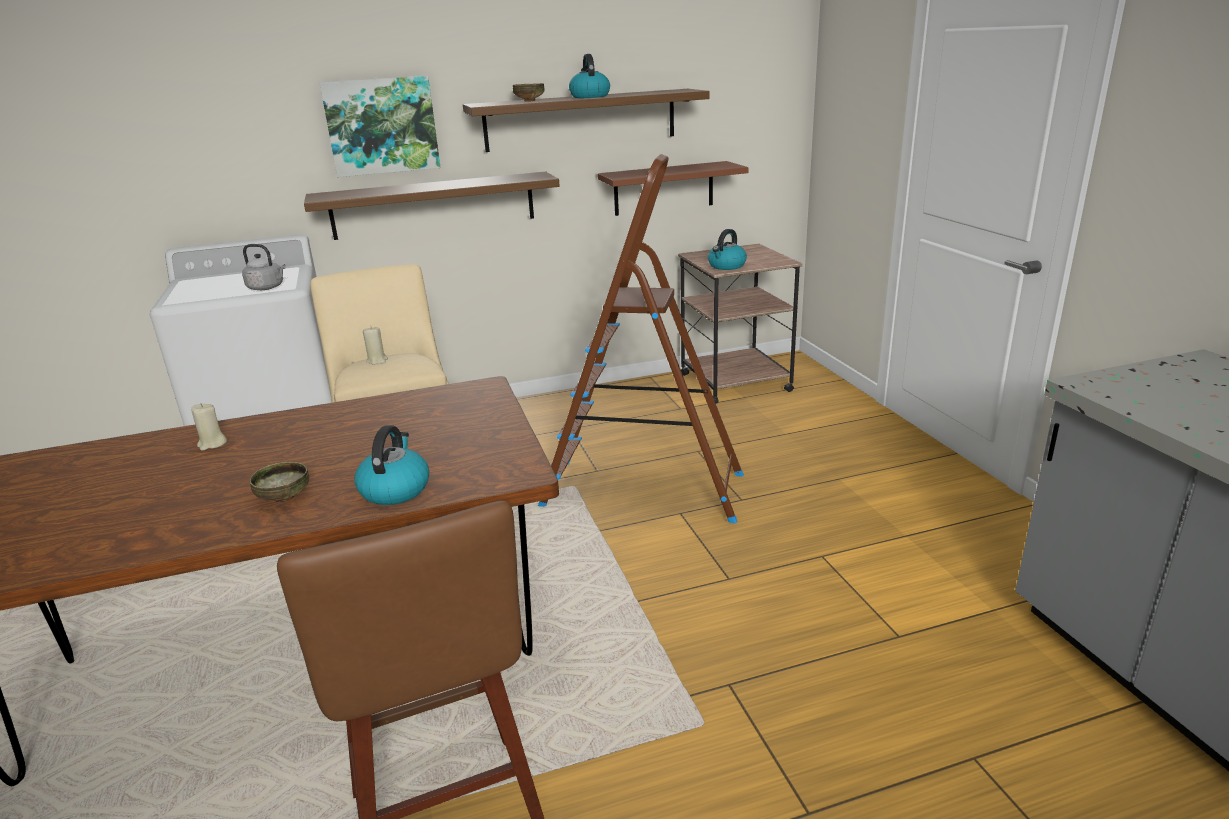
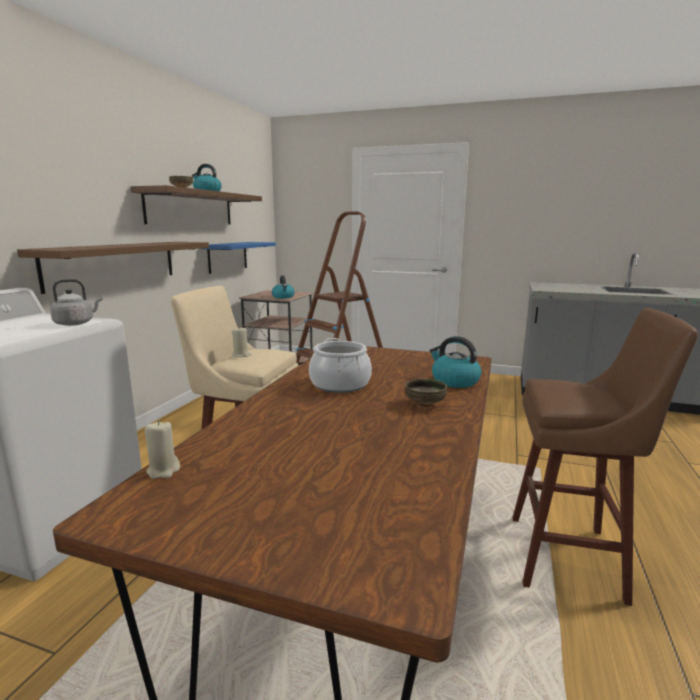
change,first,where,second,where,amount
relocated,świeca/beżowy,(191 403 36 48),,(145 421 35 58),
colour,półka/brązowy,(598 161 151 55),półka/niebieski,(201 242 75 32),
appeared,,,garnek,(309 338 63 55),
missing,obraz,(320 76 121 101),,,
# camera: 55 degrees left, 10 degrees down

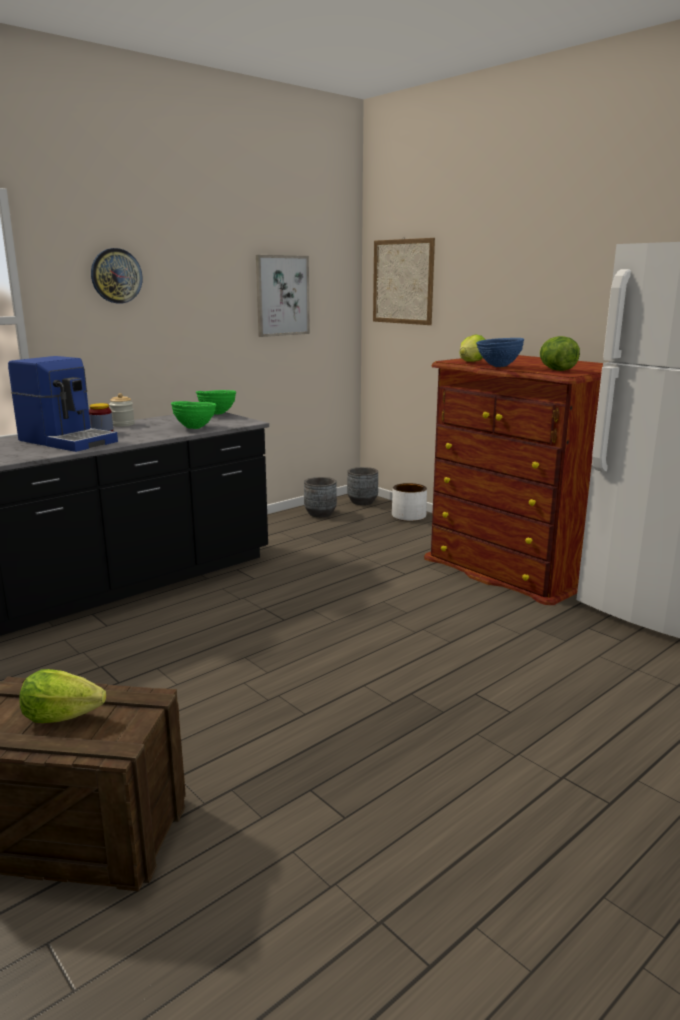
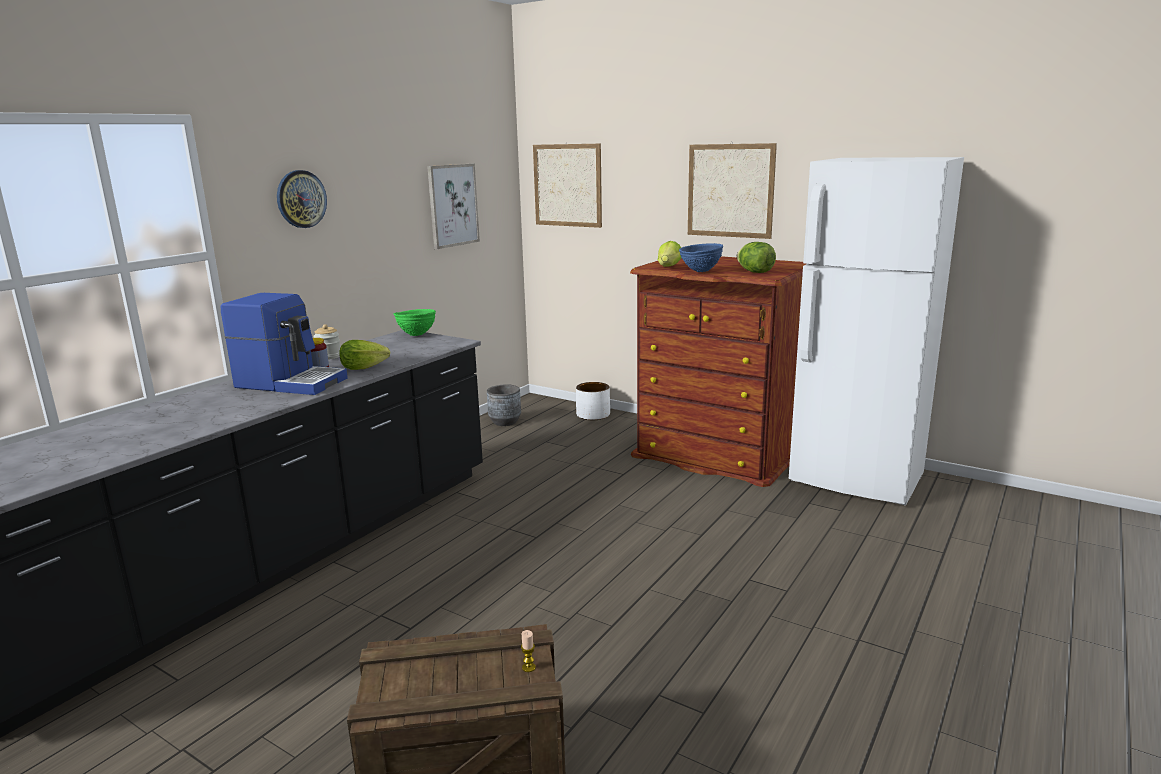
change,first,where,second,where,amount
relocated,sałata,(19 669 87 54),,(339 340 51 30),
appeared,,,świeca,(521 630 15 42),
appeared,,,obraz,(688 141 89 98),
missing,miska/zielony,(171 401 45 28),,,
missing,donica/szary,(347 467 31 38),,,
# camera: 15 degrees left, 0 degrees up

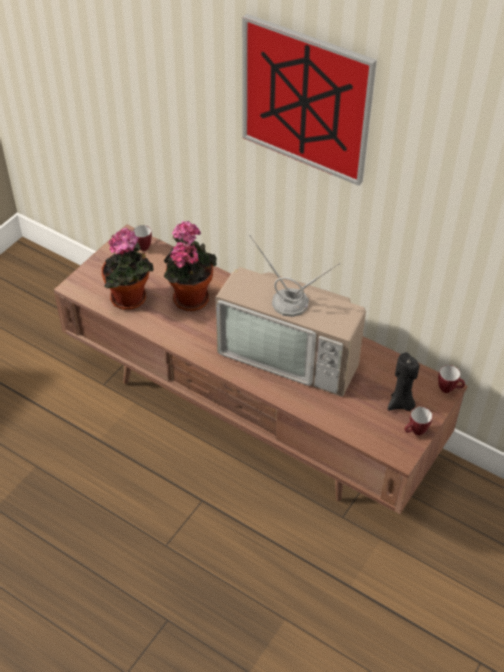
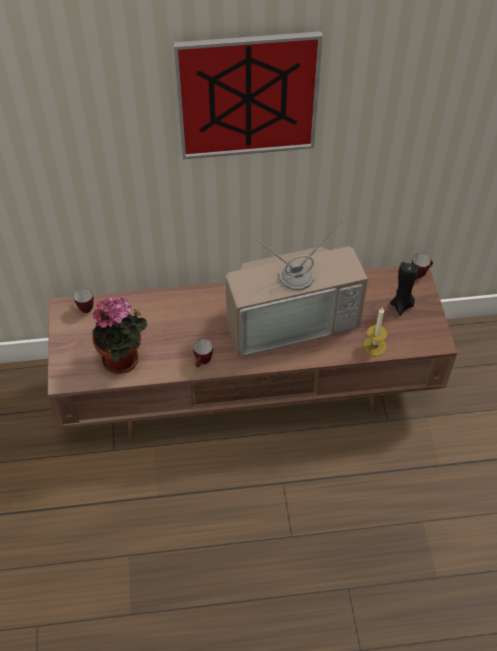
change,first,where,second,where,amount
relocated,kubek,(404 407 29 28),,(193 339 20 28),
appeared,,,świeca,(363 308 25 48),
missing,roślina doniczkowa,(164 221 53 90),,,
# camera: 40 degrees left, 5 degrees up

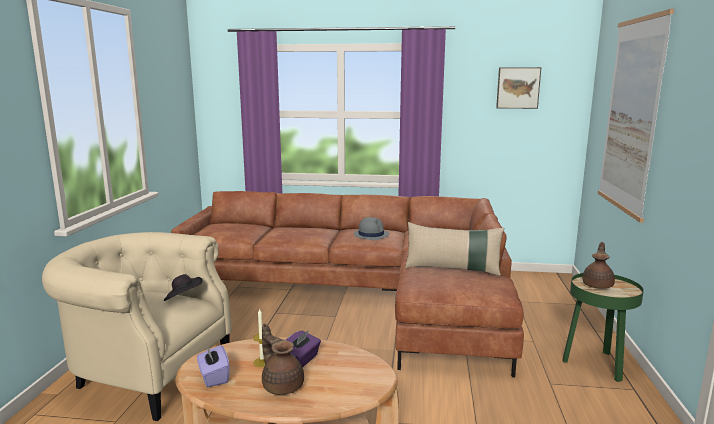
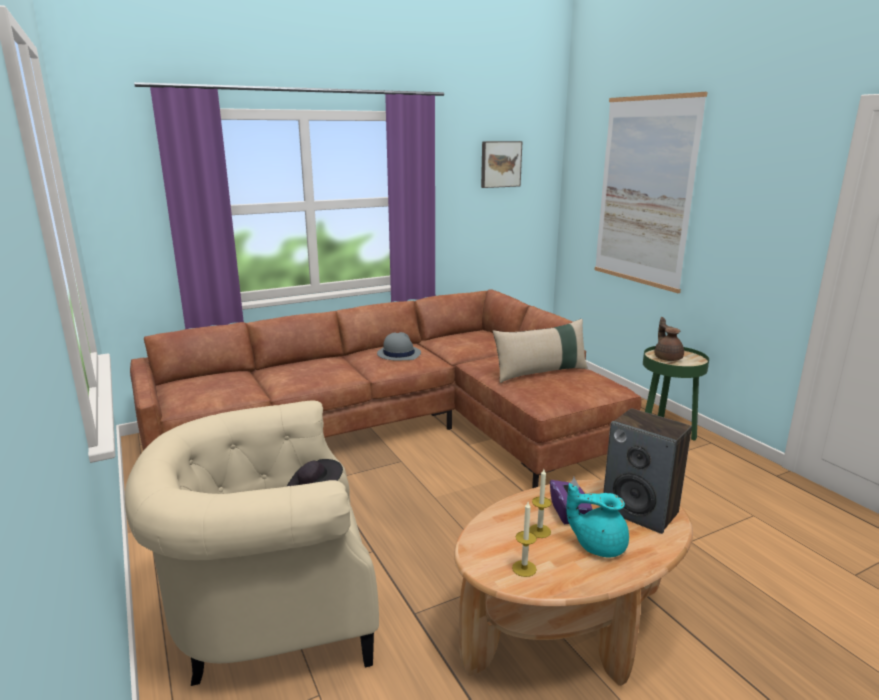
change,first,where,second,where,amount
exchanged,pudełko chusteczek/fioletowy,(197 345 33 42),świeca,(512 502 25 75),
colour,imbryk/brązowy,(262 324 42 71),imbryk/turkusowy,(566 483 63 74),
appeared,,,głośnik,(603 408 89 126),
# camera: 35 degrees left, 5 degrees up

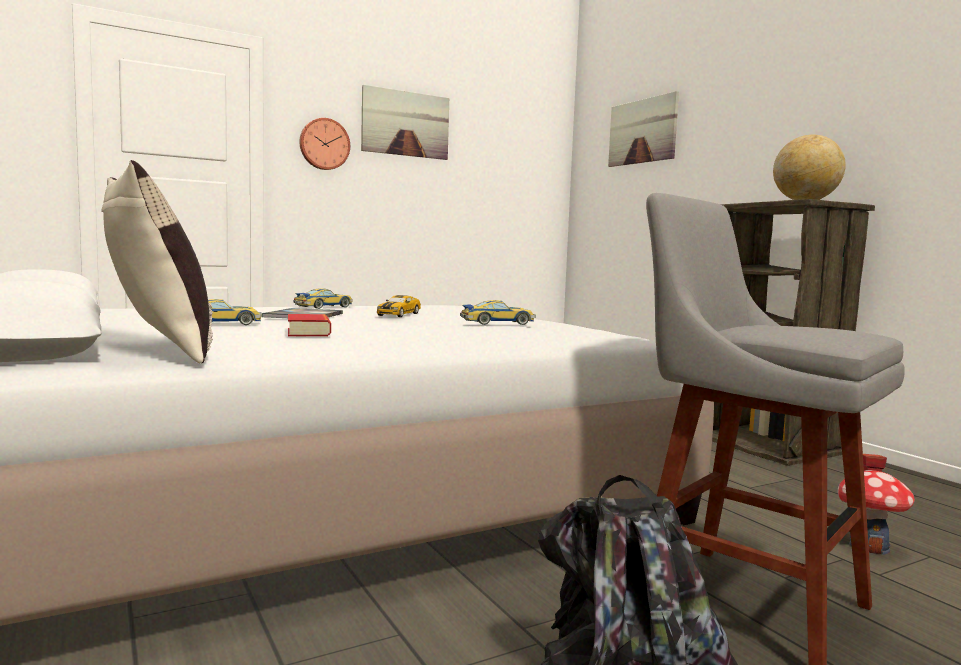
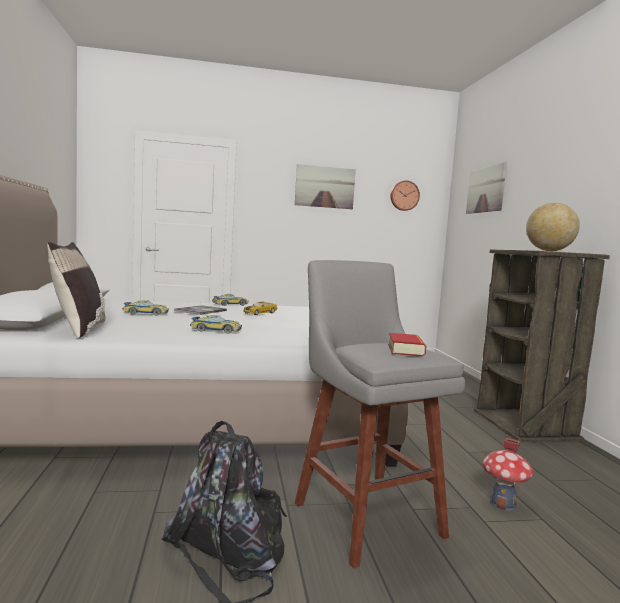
change,first,where,second,where,amount
relocated,samochodzik,(460 300 76 25),,(190 315 52 19),
relocated,książka,(288 314 43 23),,(388 333 38 23),
relocated,zegar ścienny,(299 118 51 52),,(391 180 29 31),
# camera: 20 degrees right, 0 degrees up

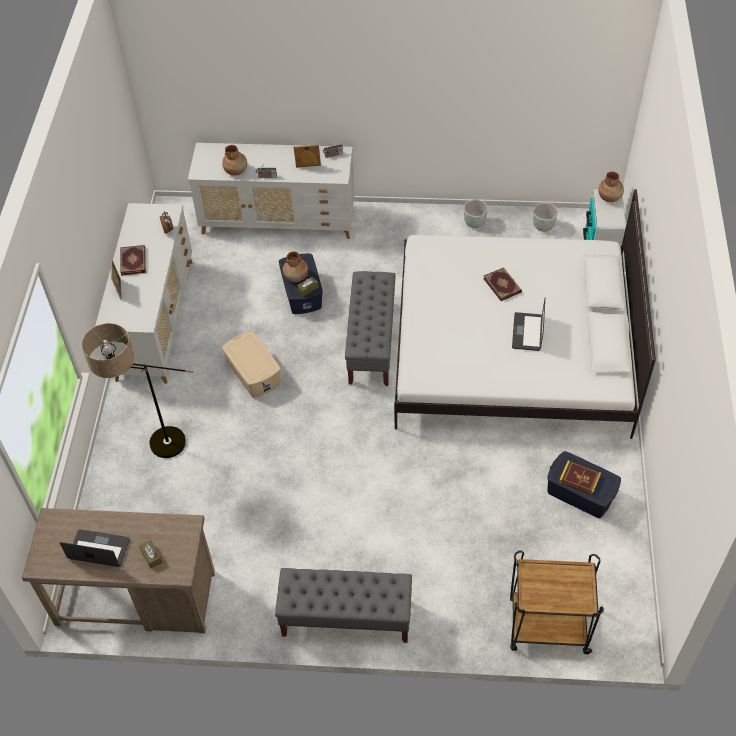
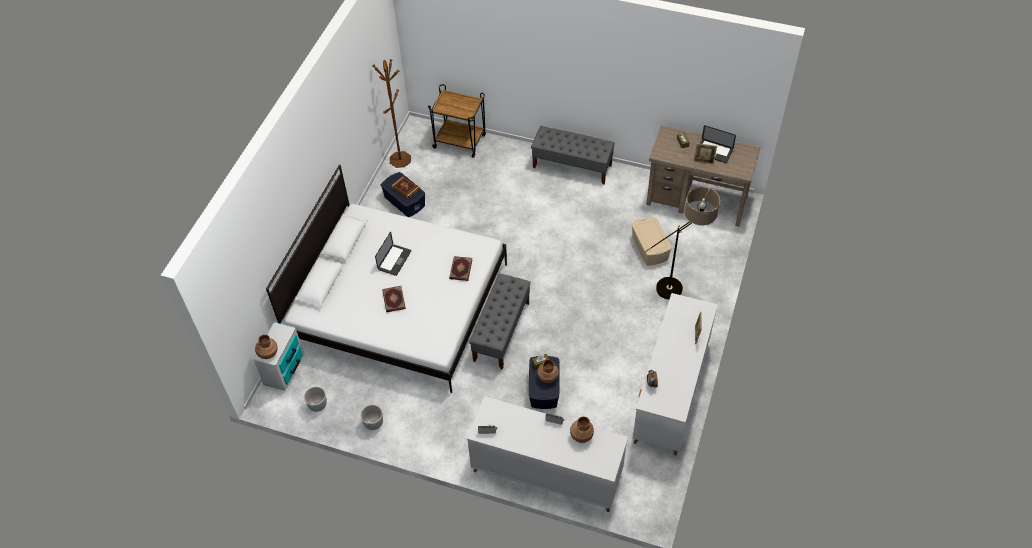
change,first,where,second,where,amount
appeared,,,wieszak/brązowy,(372 59 39 109),
relocated,książka,(120 245 26 31),,(449 256 23 25),
relocated,pojemnik do przechowywania/beżowy,(222 332 59 66),,(632 217 40 49),
relocated,ramka na zdjęcie,(293 144 28 24),,(694 143 23 21),
# camera: 165 degrees left, 0 degrees up

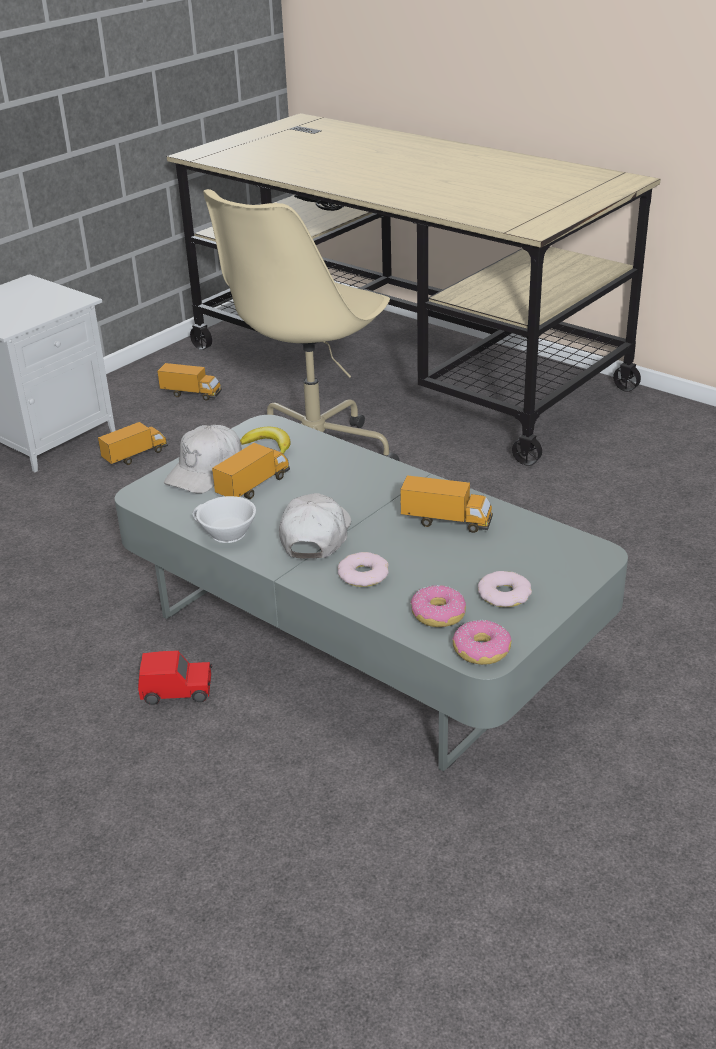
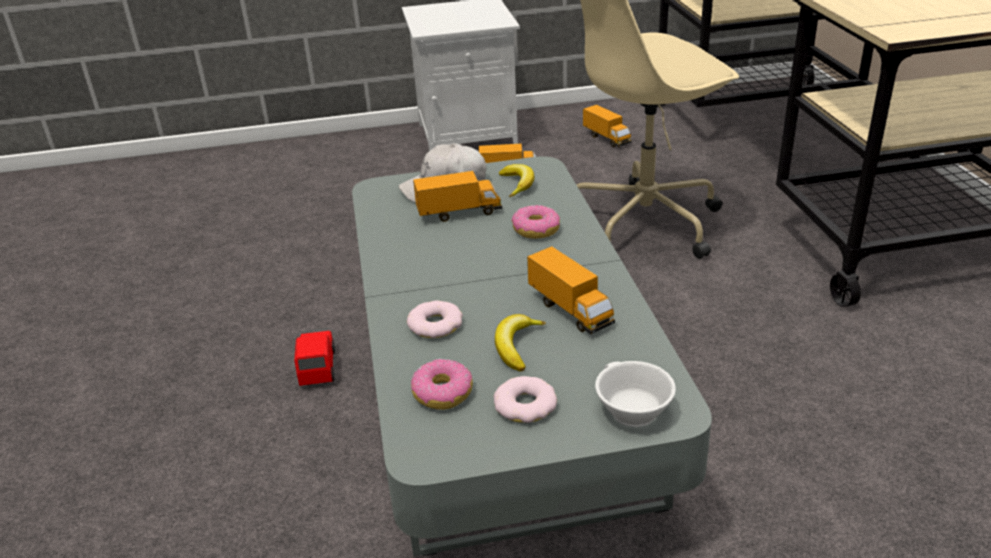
change,first,where,second,where,amount
spun,samochodzik/czerwony,(138 650 74 55),,(294 331 41 55),135 degrees counterclockwise
appeared,,,banan,(495 314 51 57),
relocated,donut,(452 620 59 45),,(511 205 49 34),
relocated,filiżanka/biały,(192 496 64 47),,(595 361 81 66),
missing,czapka z daszkiem/biały,(279 493 72 66),,,
# camera: 40 degrees right, 0 degrees up

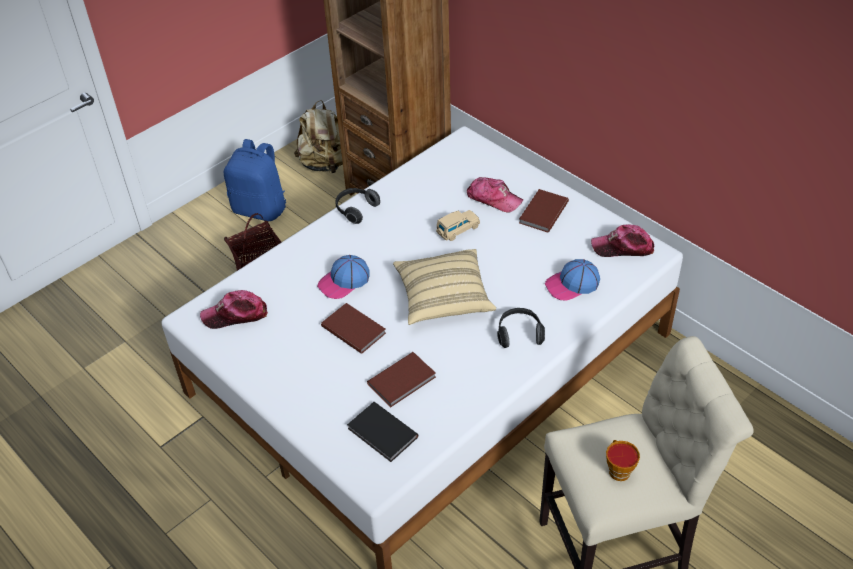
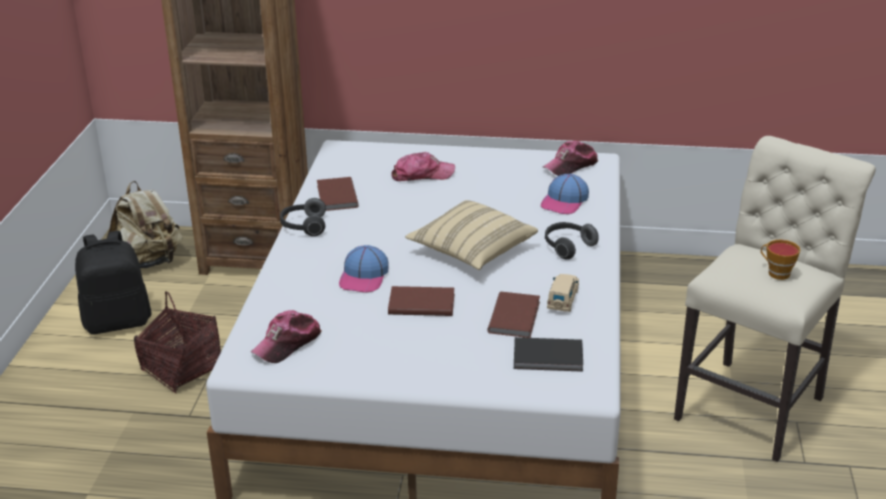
change,first,where,second,where,amount
colour,plecak/niebieski,(224 139 62 82),plecak/czarny,(75 231 77 103),
relocated,książka/brązowy,(519 189 50 44),,(317 177 42 34),
relocated,samochodzik/beżowy,(436 210 44 31),,(547 274 32 38),
# camera: 40 degrees left, 15 degrees down

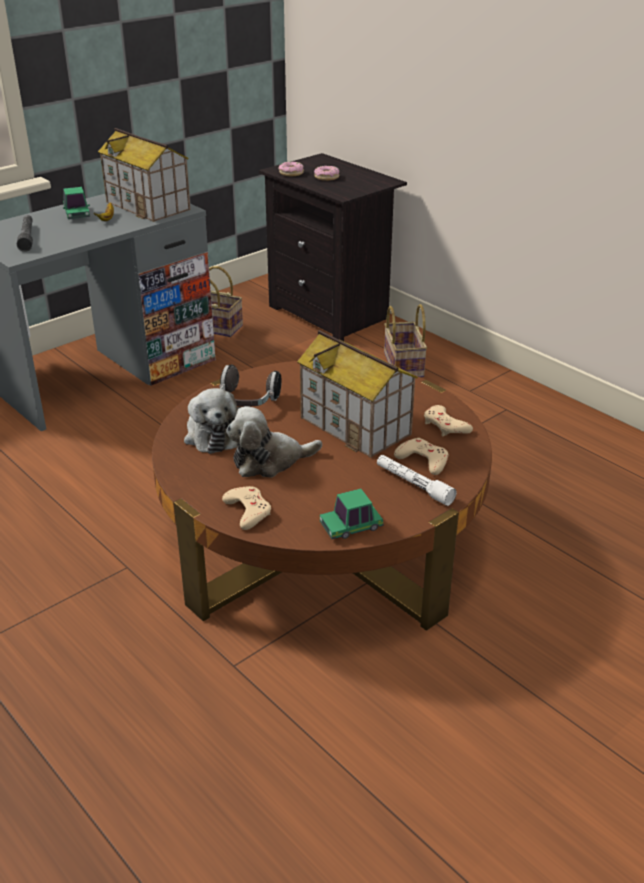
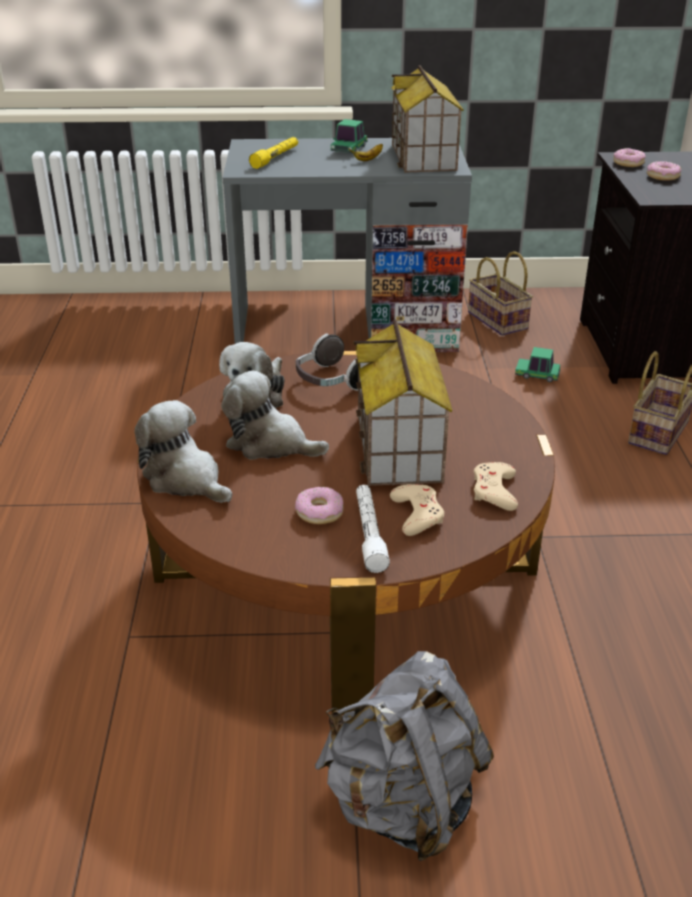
change,first,where,second,where,amount
exchanged,pad do gier/beżowy,(222 486 49 44),pluszak,(134 400 98 103),
colour,latarka/szary,(17 215 16 37),latarka/żółty,(249 137 49 32),
appeared,,,donut,(295 487 48 37),
appeared,,,plecak/szary,(315 651 179 210),
relocated,samochodzik,(320 489 64 50),,(515 347 45 35),
# camera: 40 degrees right, 0 degrees up

